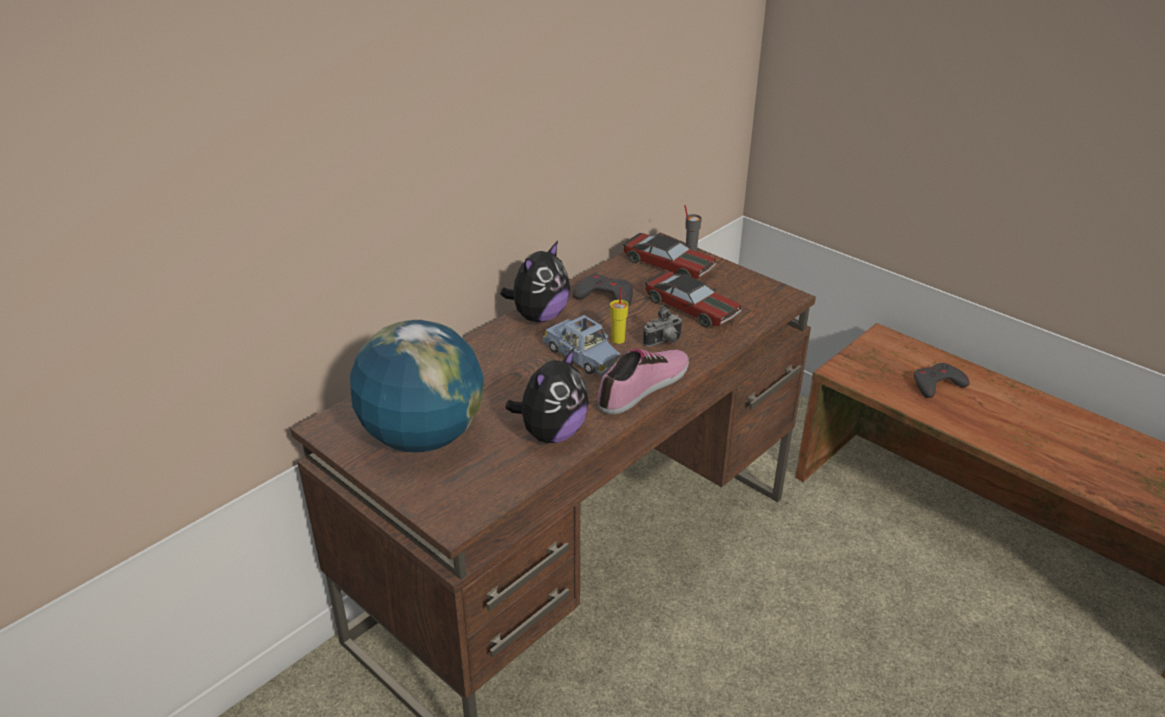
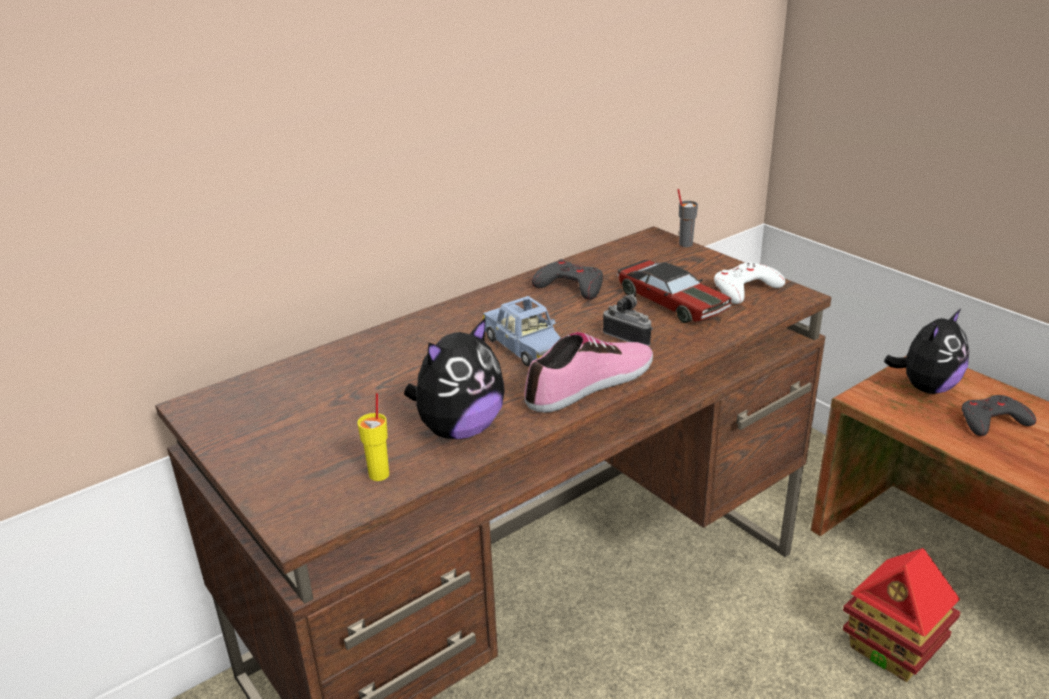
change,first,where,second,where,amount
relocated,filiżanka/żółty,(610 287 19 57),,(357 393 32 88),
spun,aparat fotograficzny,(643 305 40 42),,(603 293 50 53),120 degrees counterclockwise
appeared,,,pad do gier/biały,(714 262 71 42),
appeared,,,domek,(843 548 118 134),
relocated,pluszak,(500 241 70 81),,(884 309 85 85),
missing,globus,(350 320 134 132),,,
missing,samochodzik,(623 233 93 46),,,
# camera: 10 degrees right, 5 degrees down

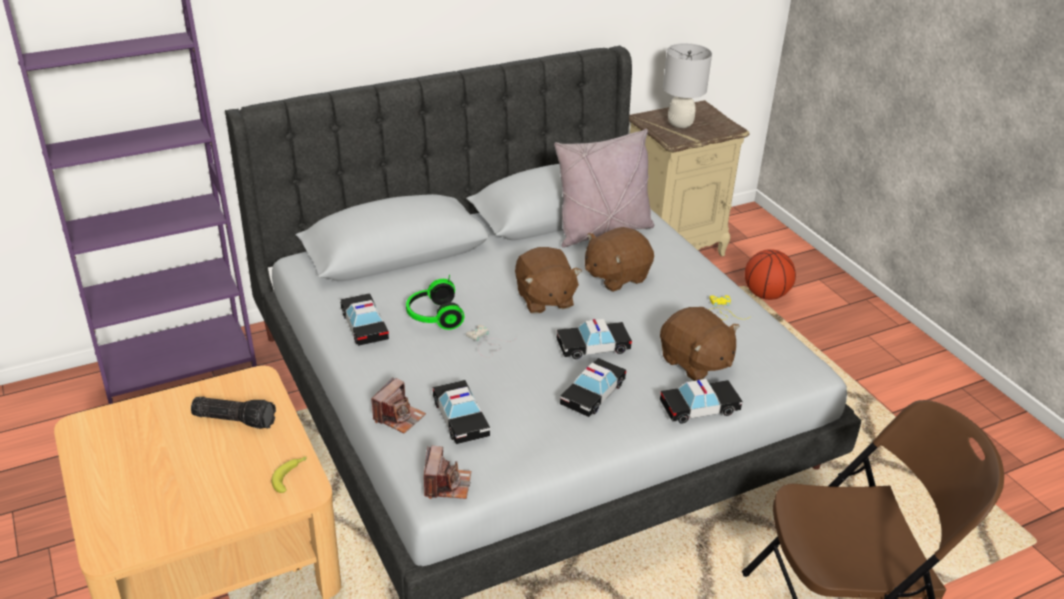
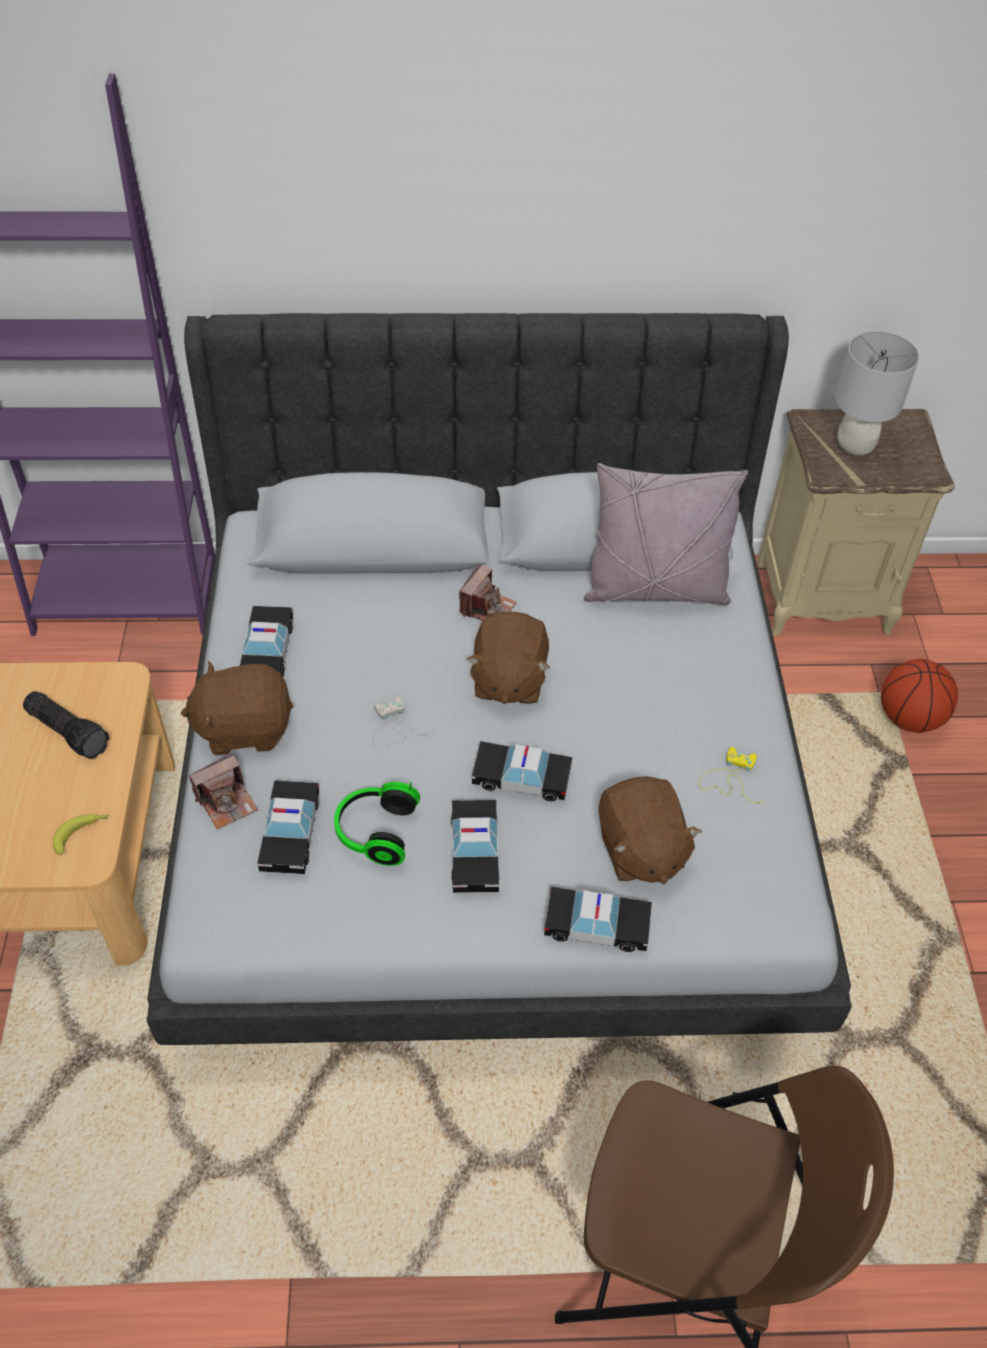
change,first,where,second,where,amount
relocated,pluszak/brązowy,(585 227 69 65),,(181 661 112 94),
relocated,słuchawki,(406 274 58 56),,(334 782 86 84),
spun,samochodzik,(560 358 66 59),,(451 800 48 93),60 degrees counterclockwise
relocated,aparat fotograficzny,(424 446 47 53),,(460 564 57 57),
# camera: 25 degrees right, 15 degrees up

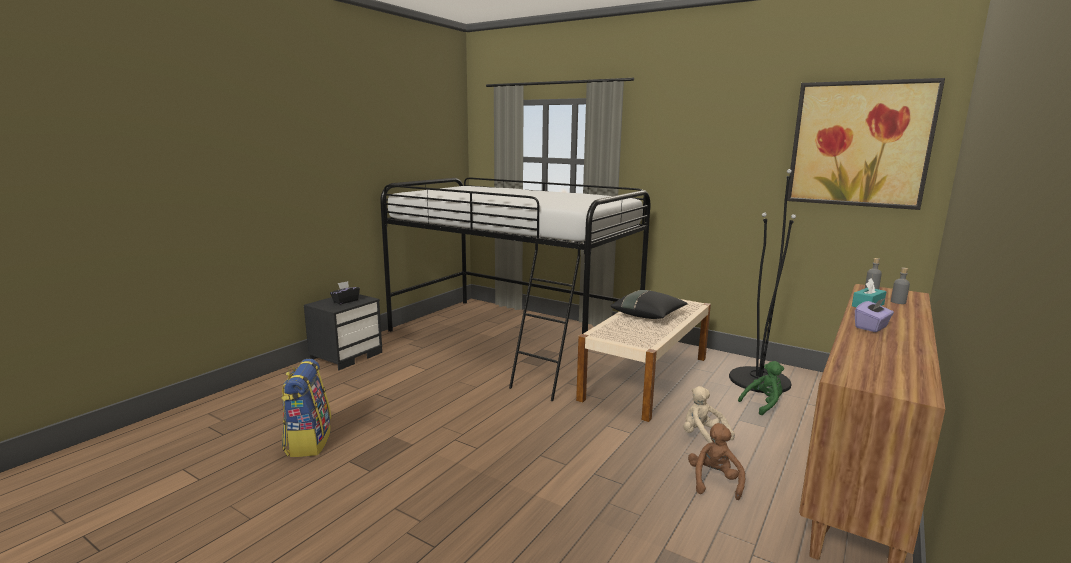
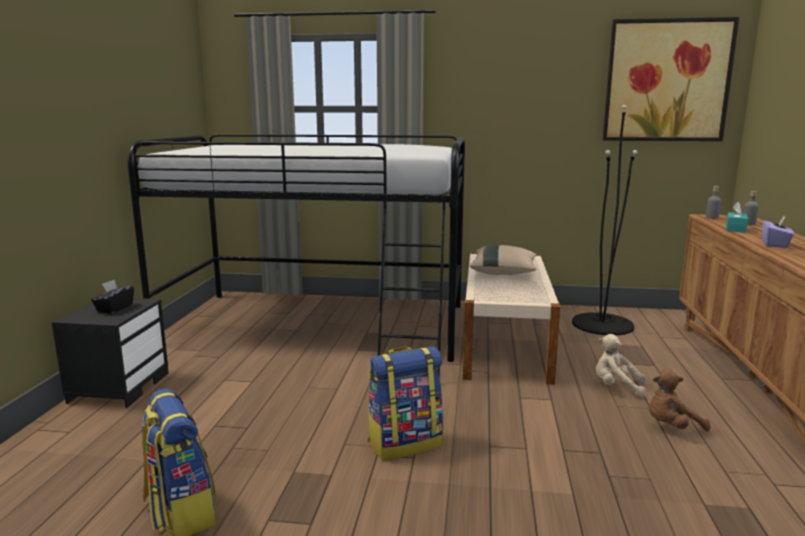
change,first,where,second,where,amount
appeared,,,plecak,(368 346 75 115),
colour,poduszka/czarny,(611 290 77 29),poduszka/beżowy,(470 245 67 30),
spun,pluszak/brązowy,(688 423 57 77),,(649 369 62 62),90 degrees counterclockwise
missing,pluszak/zielony,(738 361 46 54),,,
# camera: 25 degrees left, 0 degrees up

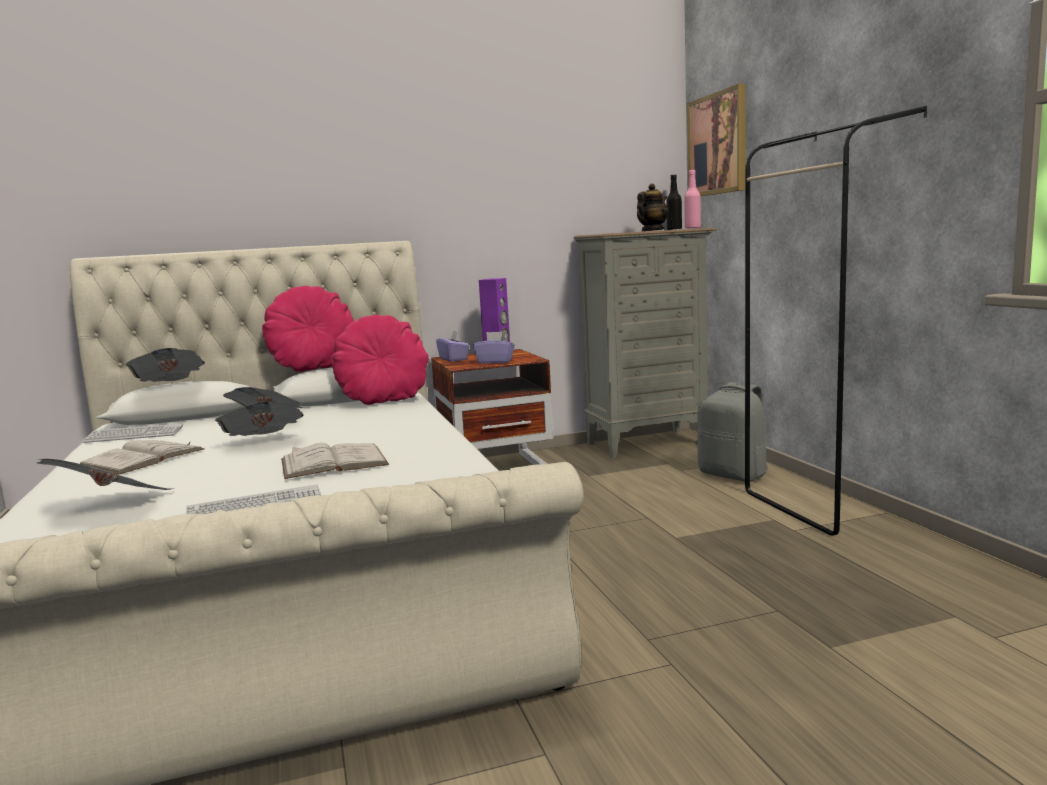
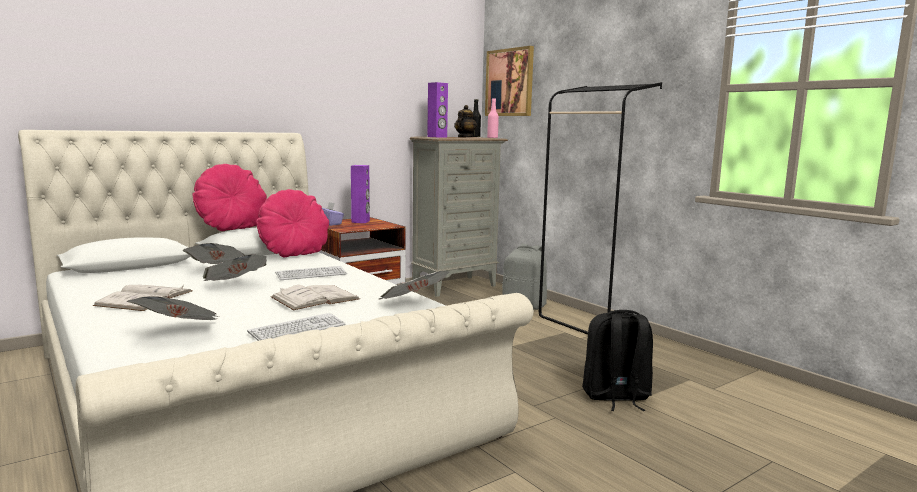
change,first,where,second,where,amount
relocated,klawiatura,(82 424 101 19),,(275 266 72 14),
relocated,gazeta,(126 348 79 34),,(379 270 71 29),
appeared,,,głośnik/fioletowy,(427 82 21 55),
appeared,,,plecak/czarny,(582 310 71 101),
missing,pudełko chusteczek/fioletowy,(473 331 42 33),,,
# camera: 20 degrees left, 0 degrees up

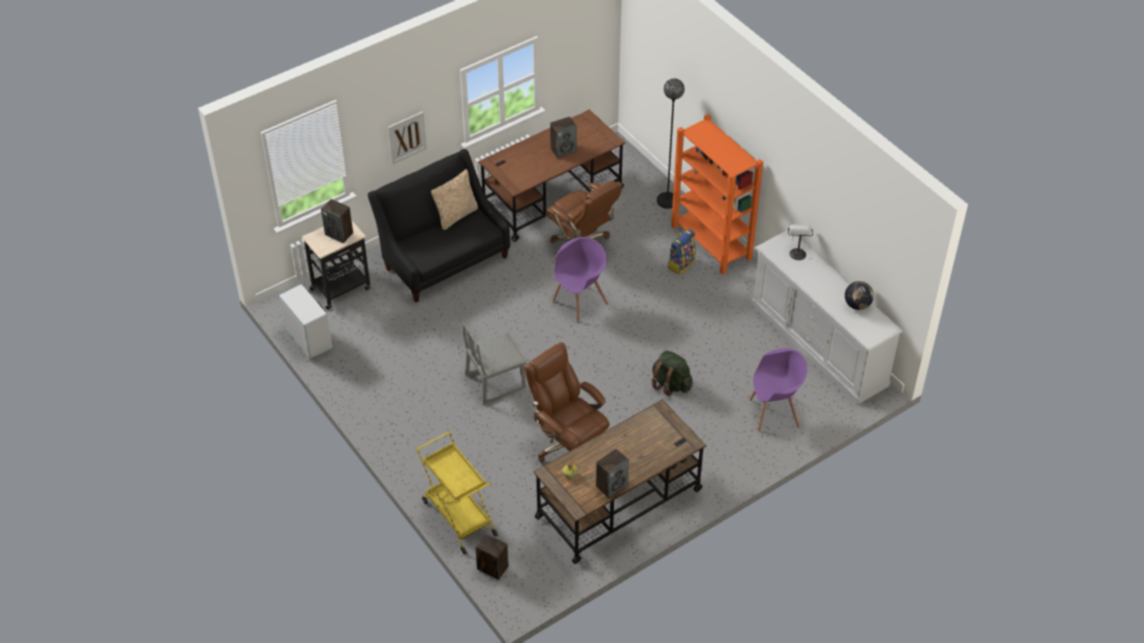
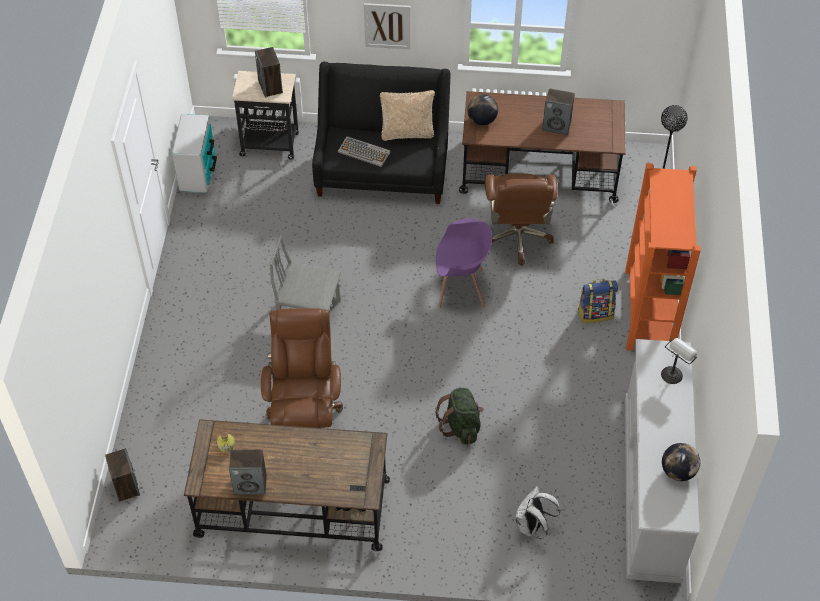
change,first,where,second,where,amount
appeared,,,klawiatura,(338 136 53 31),
appeared,,,globus,(467 94 31 31),
exchanged,krzesło/fioletowy,(749 348 58 83),plecak/biały,(515 486 45 53),
missing,wózek/żółty,(416 430 83 124),,,
# camera: 40 degrees right, 5 degrees up

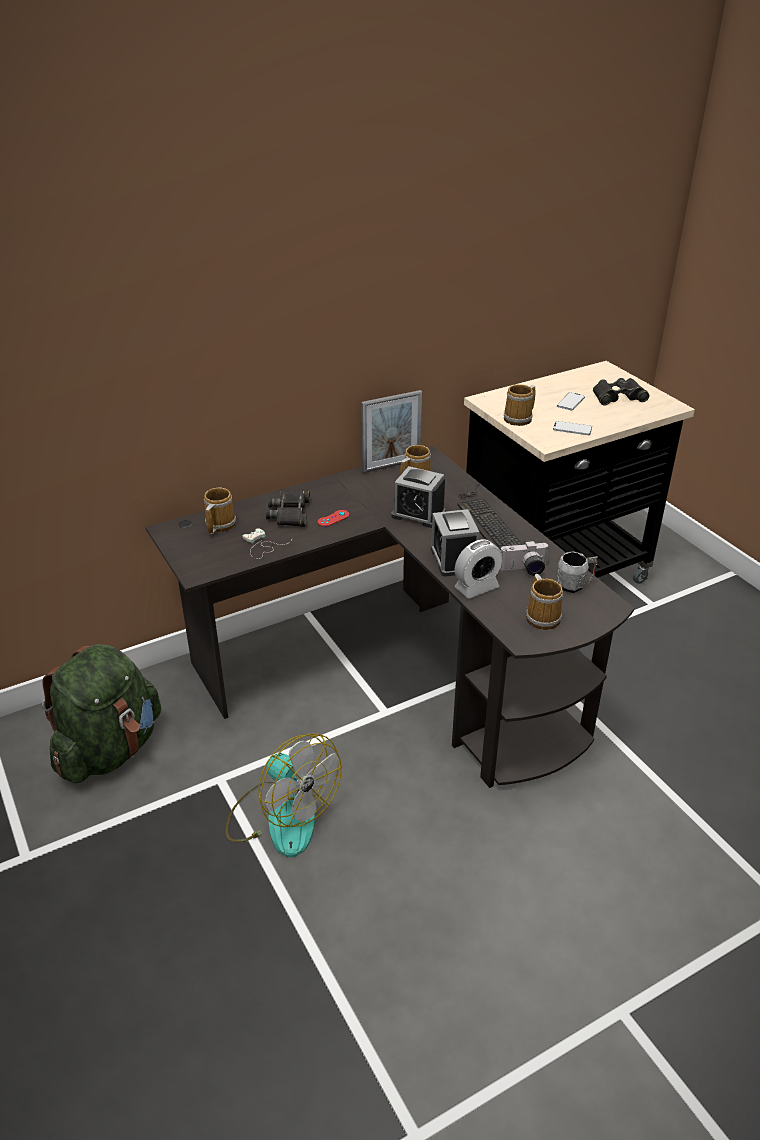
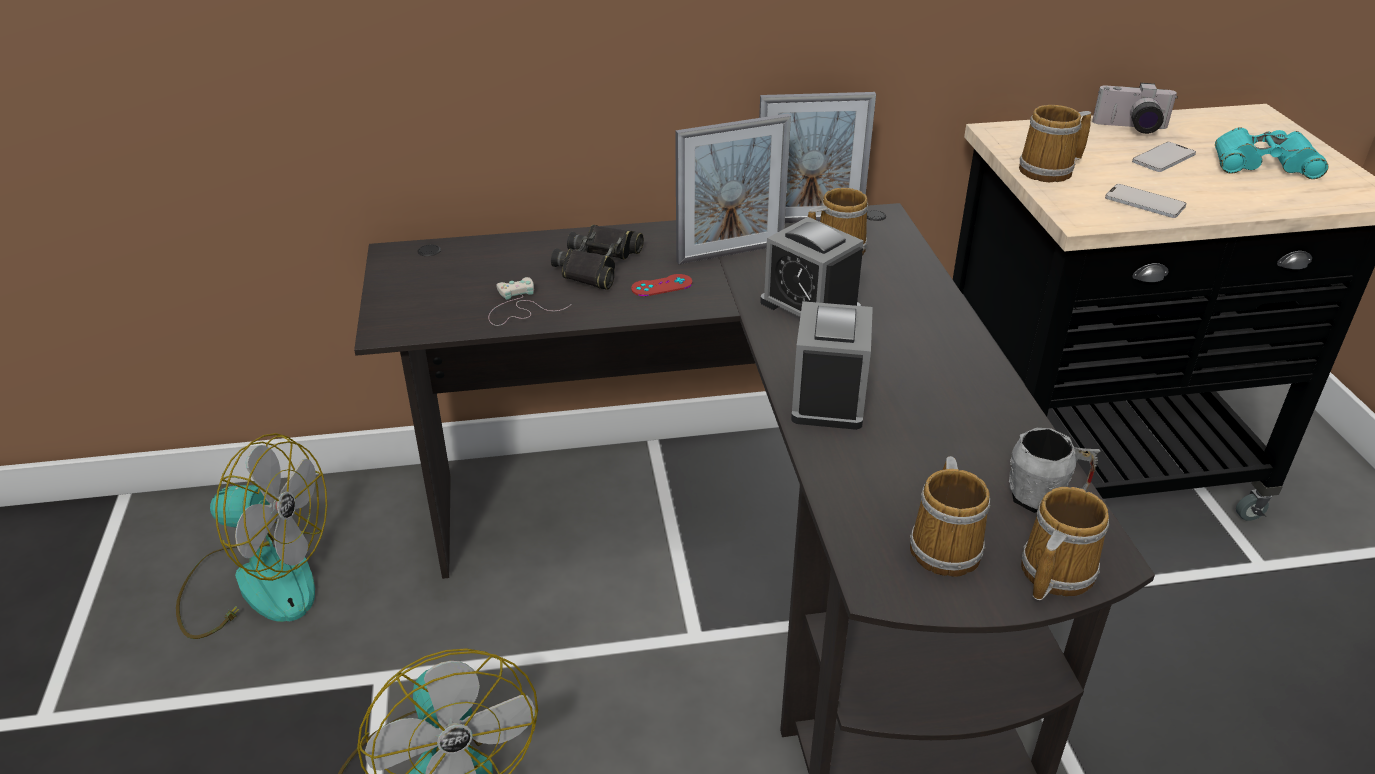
change,first,where,second,where,amount
exchanged,plecak/zielony,(42 644 119 139),wentylator,(176 433 151 206),
appeared,,,ramka na zdjęcie,(675 114 116 150),
relocated,kubek,(204 488 32 46),,(1021 487 88 113),
relocated,aparat fotograficzny,(500 540 48 36),,(1092 83 86 51),
colour,lornetka/czarny,(593 378 56 28),lornetka/turkusowy,(1215 127 113 52),
missing,budzik,(455 539 47 60),,,
missing,klawiatura,(457 483 66 67),,,
# camera: 20 degrees right, 0 degrees up

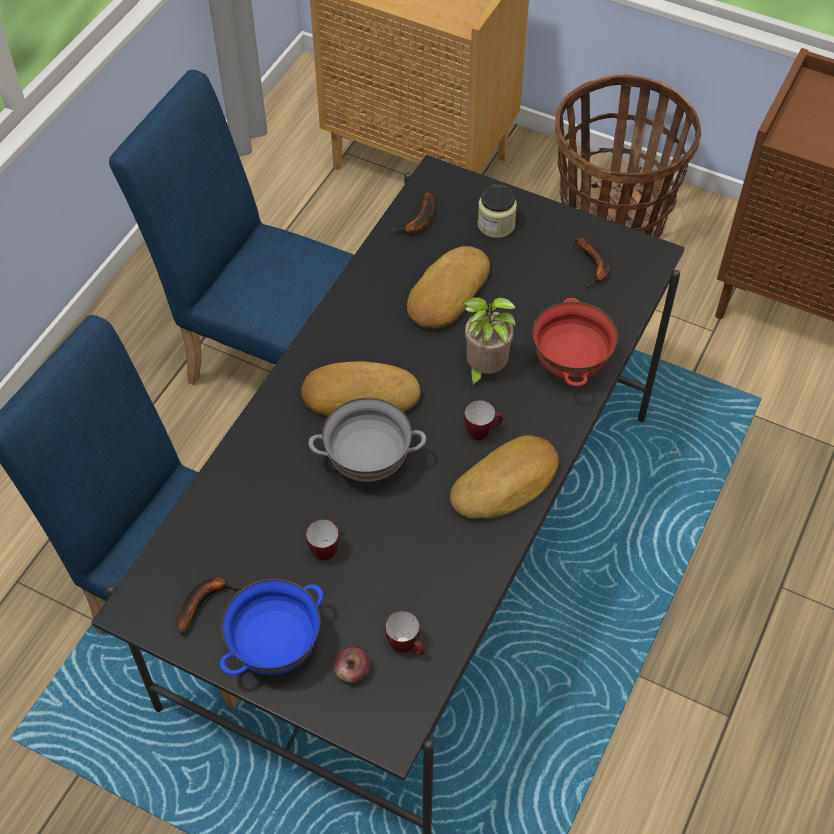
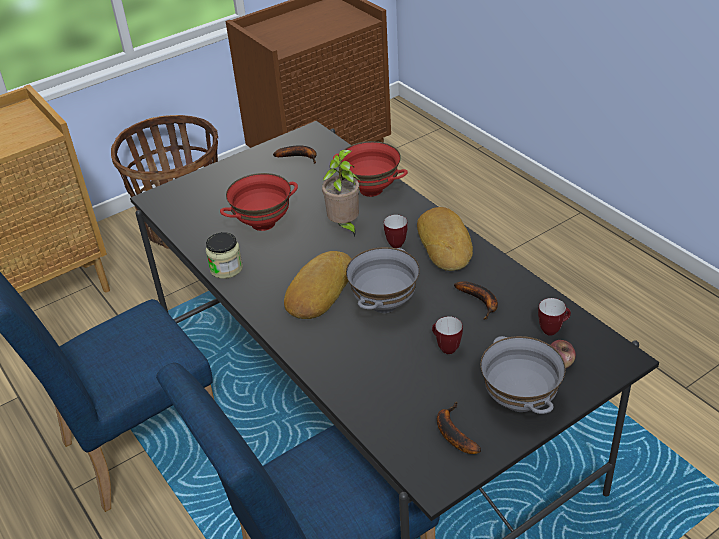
change,first,where,second,where,amount
relocated,słoik,(478 184 39 54),,(206 232 37 47),
exchanged,chleb,(407 246 83 83),miska/czerwony,(220 173 78 58),
relocated,banan,(391 192 44 43),,(454 281 44 38),
colour,miska/niebieski,(219 579 104 96),miska/szary,(481 336 85 78),
# camera: 60 degrees left, 15 degrees down

